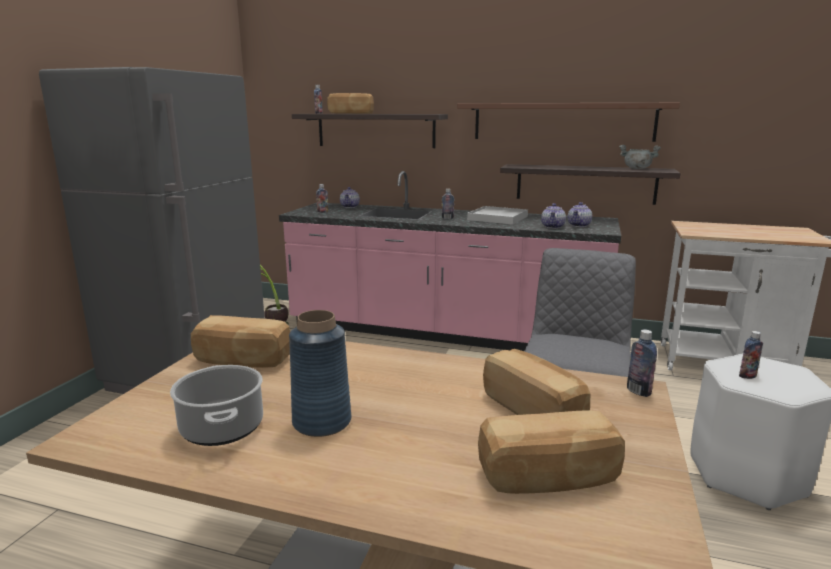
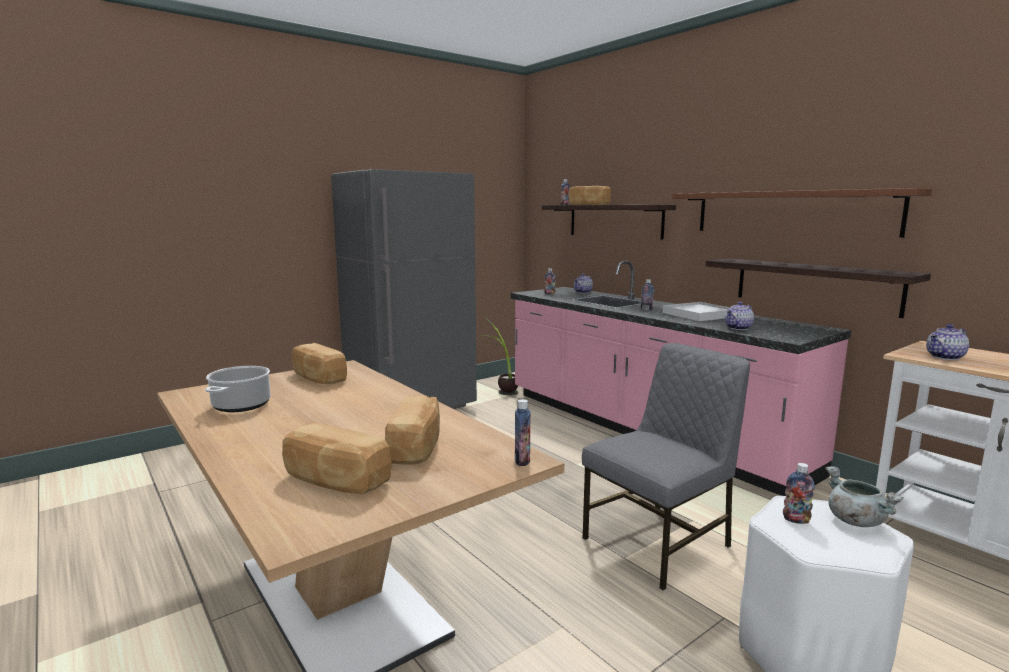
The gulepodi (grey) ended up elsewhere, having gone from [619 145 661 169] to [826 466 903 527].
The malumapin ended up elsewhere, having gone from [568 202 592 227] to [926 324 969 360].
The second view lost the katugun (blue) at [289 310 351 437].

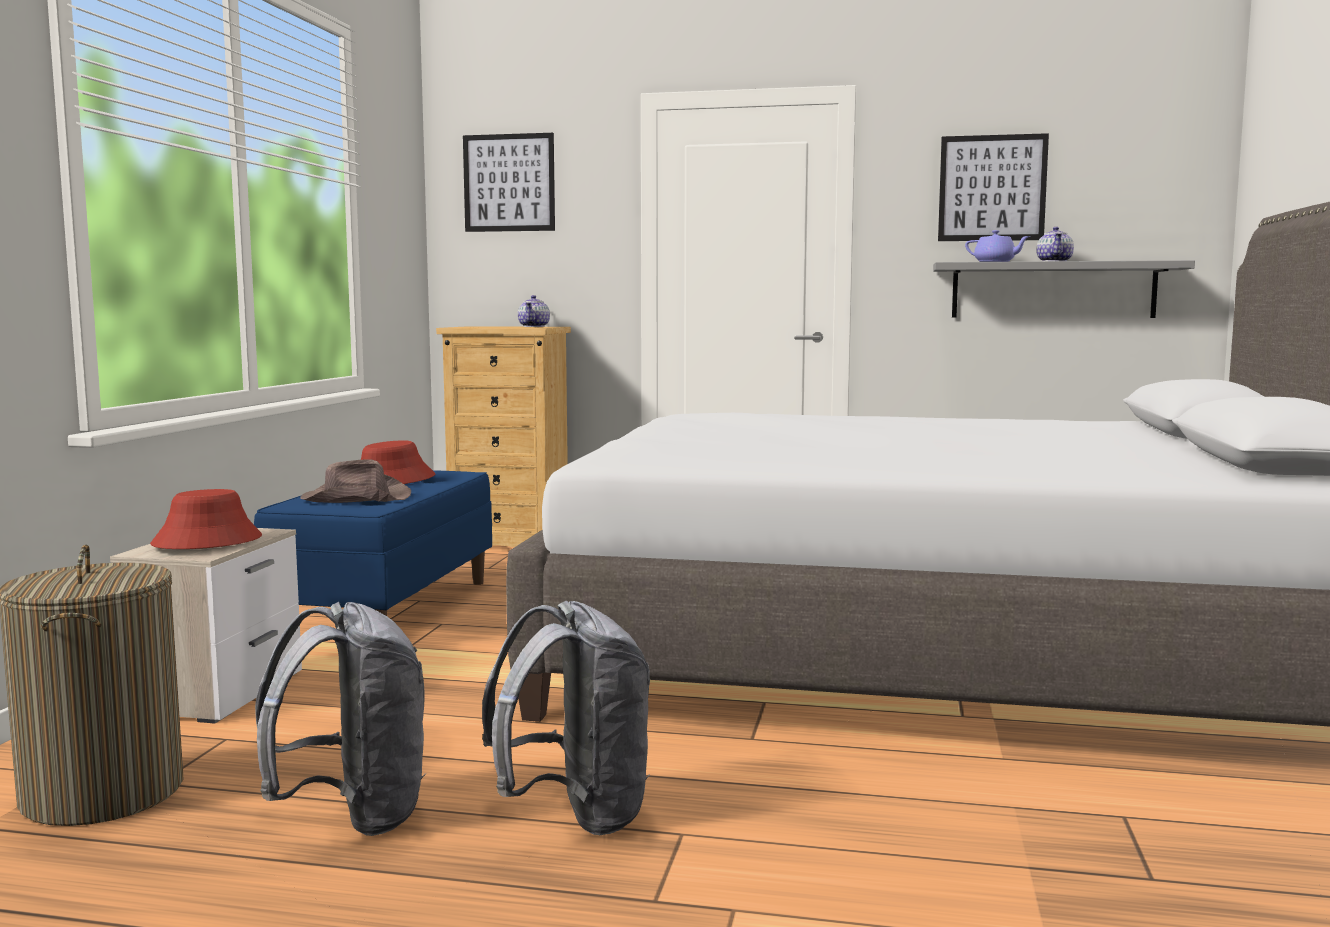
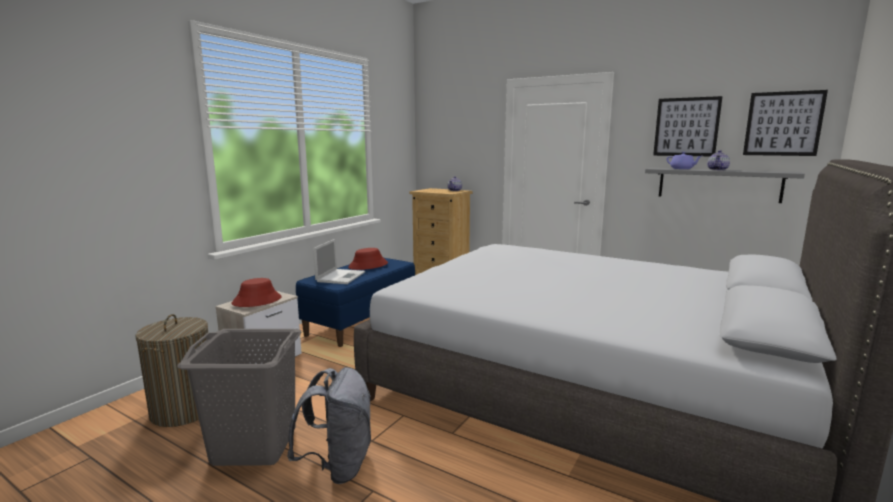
Where the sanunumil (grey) stood at [255 602 426 836], the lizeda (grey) came to stand at [177 329 301 466].
Where the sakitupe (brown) stood at [300 459 411 503], the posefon came to stand at [313 239 365 284].
The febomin ended up elsewhere, having gone from [463 133 555 232] to [743 90 828 156].

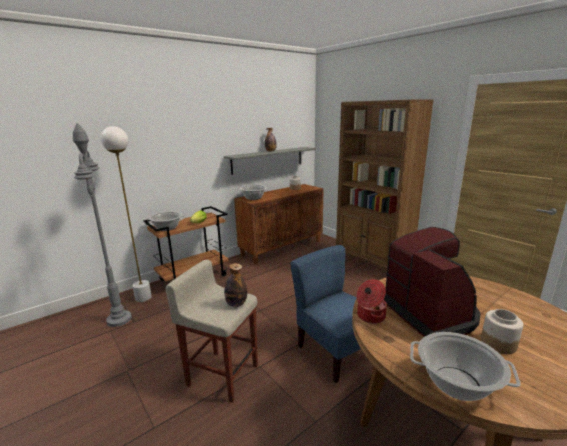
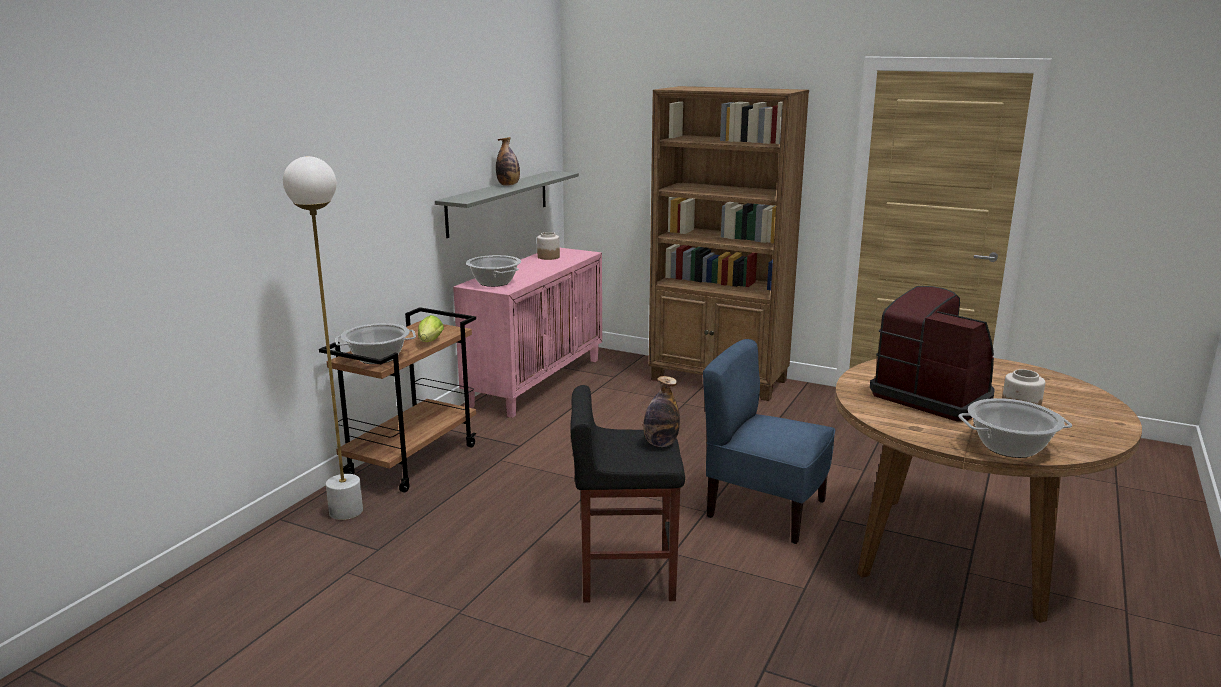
What was the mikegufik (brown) at [234 184 324 265] turned into the mikegufik (pink) at [453 248 602 418].
What was the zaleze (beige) at [165 260 258 403] turned into the zaleze (black) at [570 385 685 602].
The second view lost the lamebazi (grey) at [73 123 132 327].
The second view lost the gulepodi at [357 279 387 324].

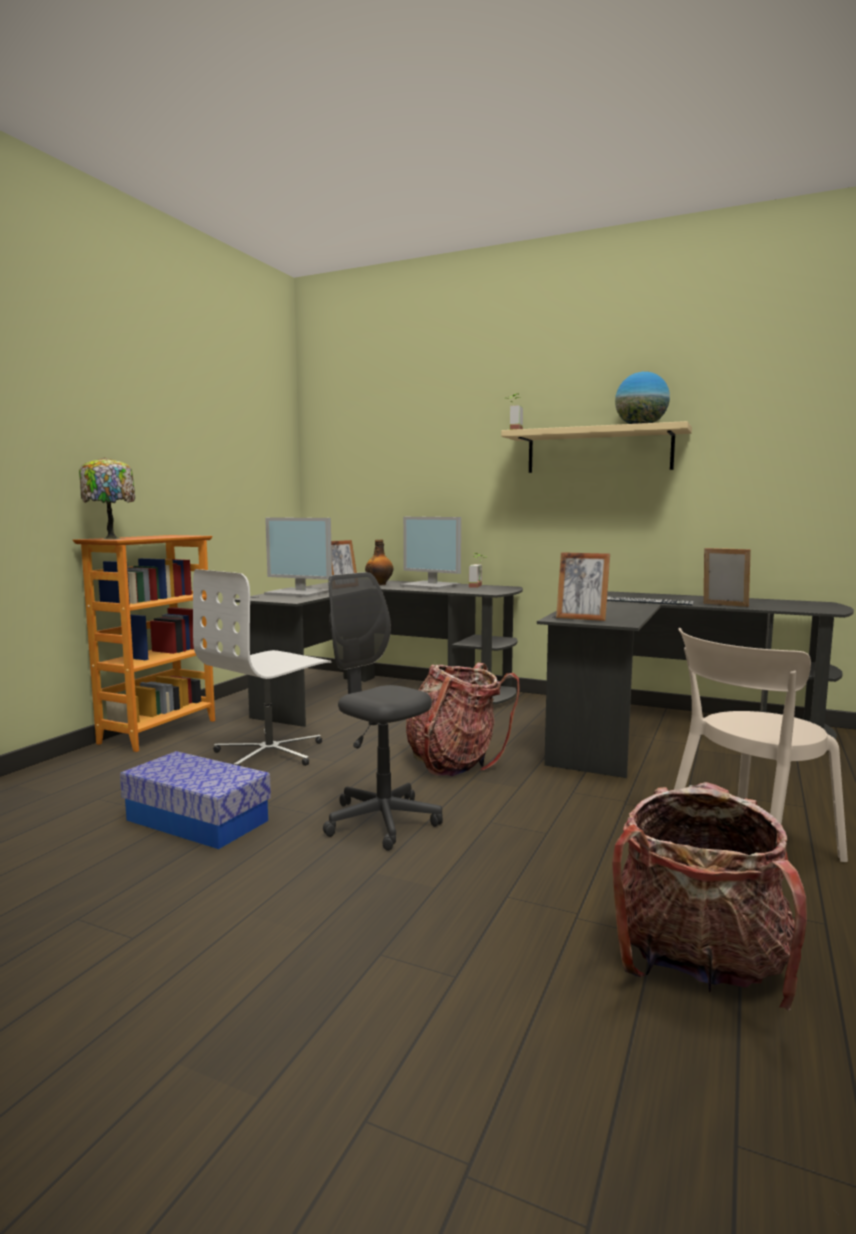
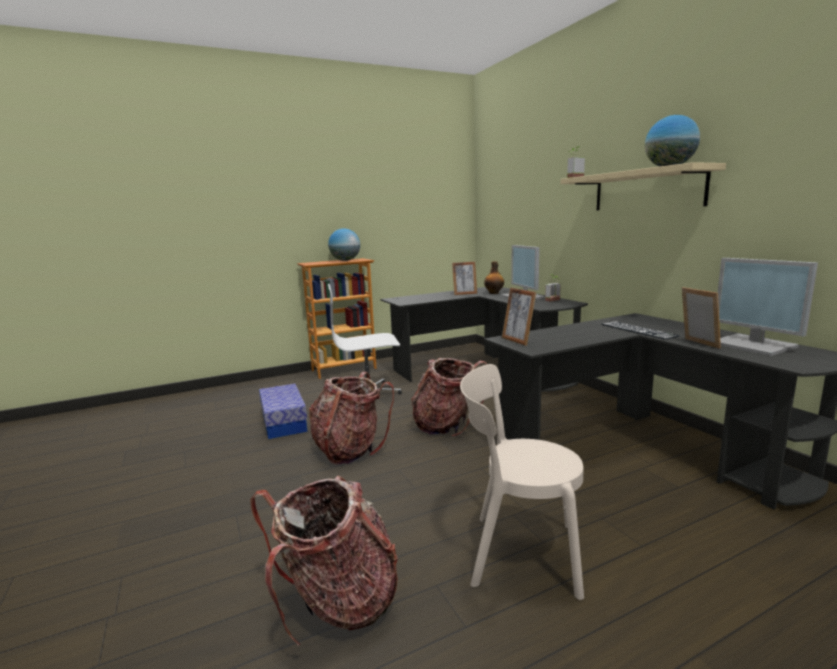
Where the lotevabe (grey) stood at [323 572 443 851], the sanunumil came to stand at [309 371 394 465].
The second view gained the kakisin at [328 228 360 261].
The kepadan ended up elsewhere, having gone from [264 517 332 597] to [718 258 818 356].
The second view lost the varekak at [79 457 135 540].

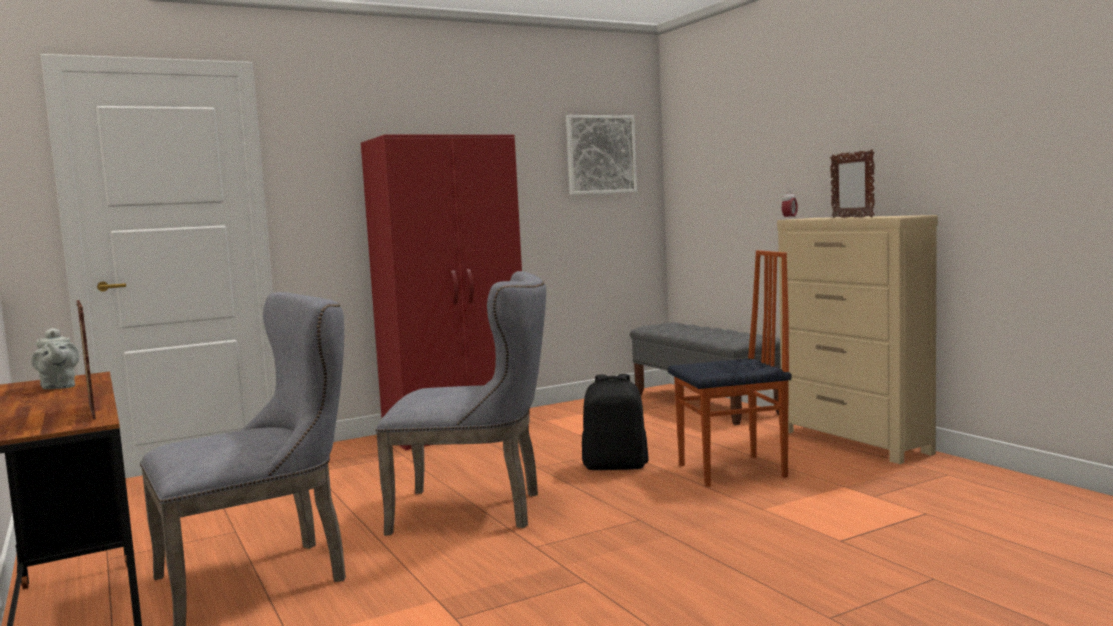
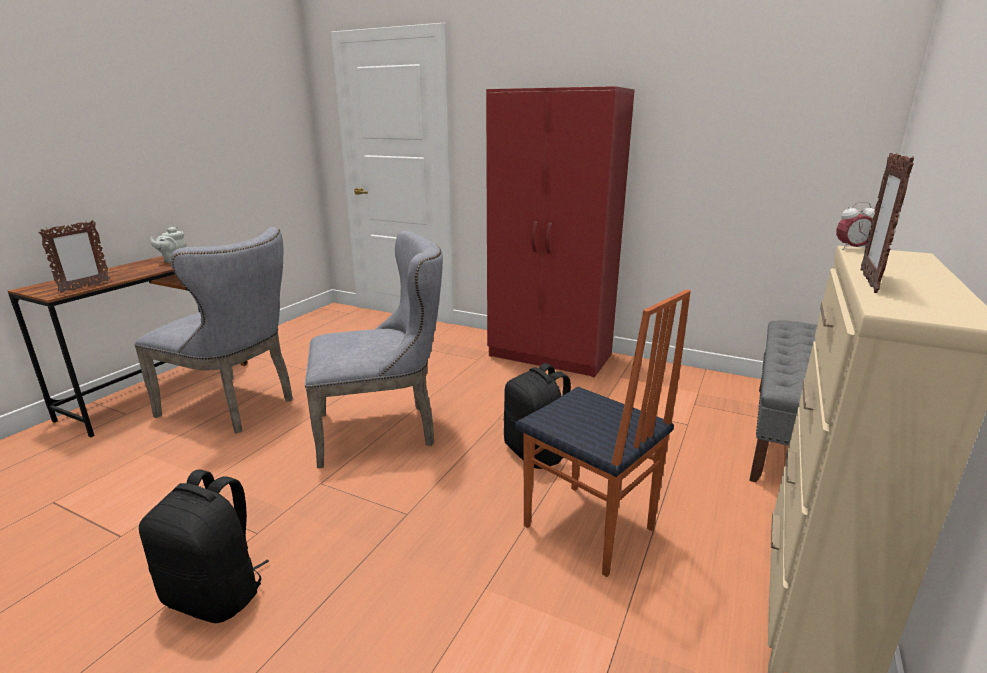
The second view gained the sanunumil (black) at [139 469 269 623].
The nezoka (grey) at [376 271 546 535] ended up facing another way, 75 degrees counterclockwise from before.
The second view lost the febomin at [566 115 637 195].

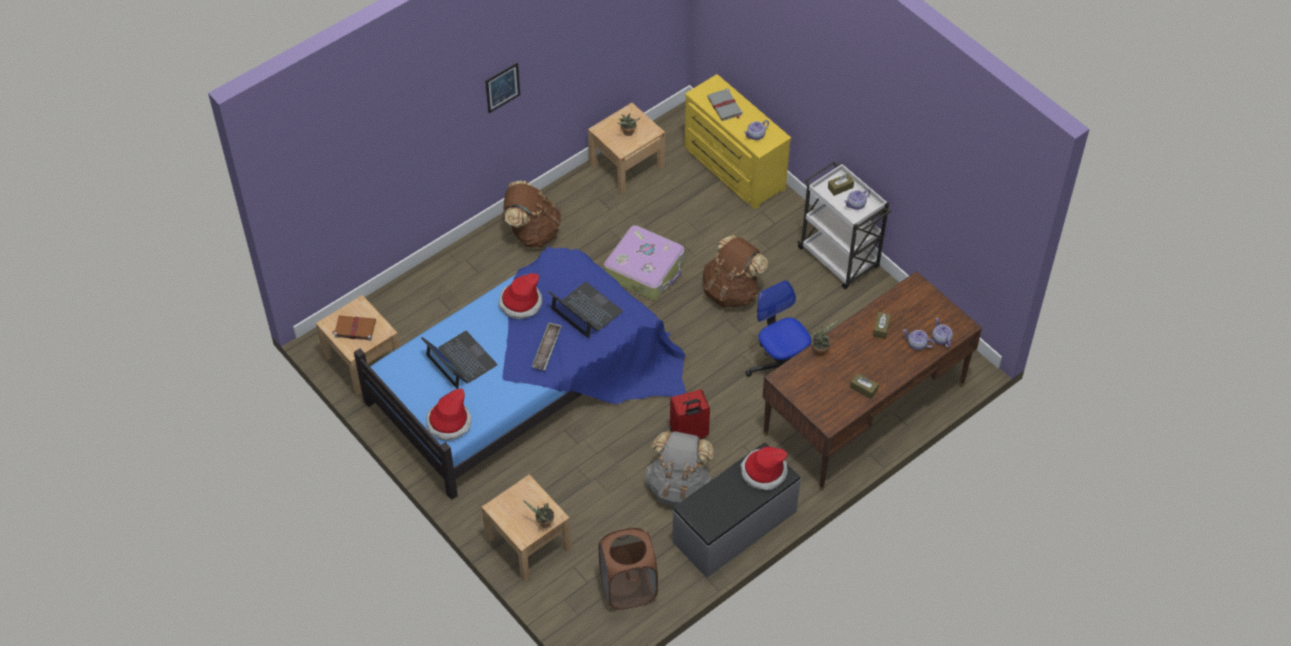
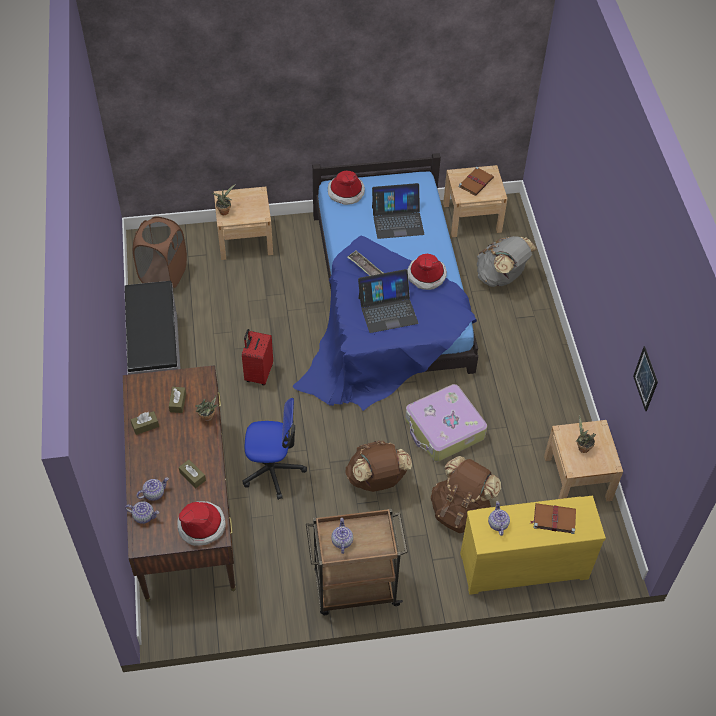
The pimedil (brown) ended up elsewhere, having gone from [828 173 854 196] to [169 387 186 413].
The sakitupe ended up elsewhere, having gone from [740 446 788 490] to [177 501 226 546].
What was the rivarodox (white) at [797 162 891 289] turned into the rivarodox (brown) at [306 509 408 615].
The sanunumil (brown) ended up elsewhere, having gone from [503 181 561 247] to [431 456 501 533].
The sanunumil (grey) ended up elsewhere, having gone from [645 431 714 506] to [477 236 537 287].
What was the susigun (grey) at [707 89 742 121] turned into the susigun (brown) at [531 503 576 534].
The febomin ended up elsewhere, having gone from [485 63 520 113] to [633 346 658 411].

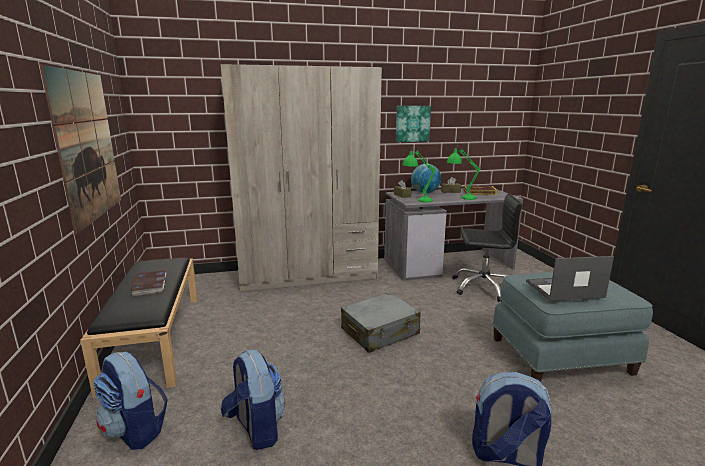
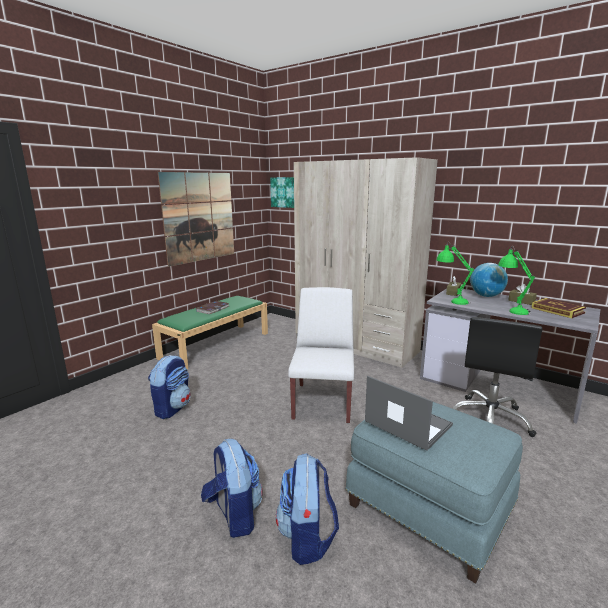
What was the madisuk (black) at [80 258 198 398] turned into the madisuk (green) at [152 296 268 370].
The febomin ended up elsewhere, having gone from [396 106 431 142] to [270 177 294 208].
The sanunumil ended up elsewhere, having gone from [93 352 168 450] to [276 453 339 565].
Where the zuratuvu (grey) stood at [341 292 421 353], the nezoka (white) came to stand at [288 287 354 423].
The lotevabe (black) at [452 193 522 302] ended up facing another way, 60 degrees clockwise from before.

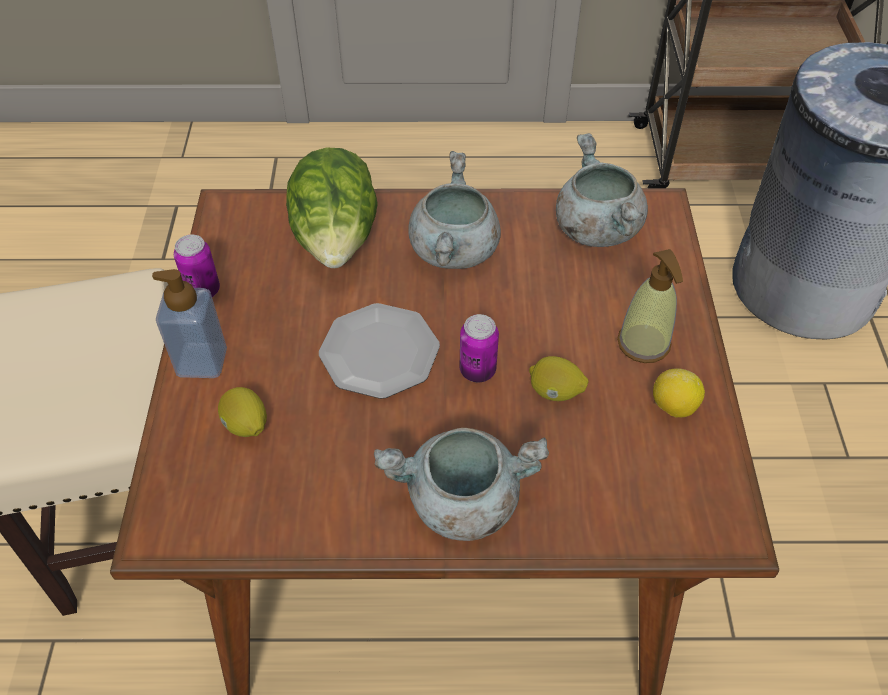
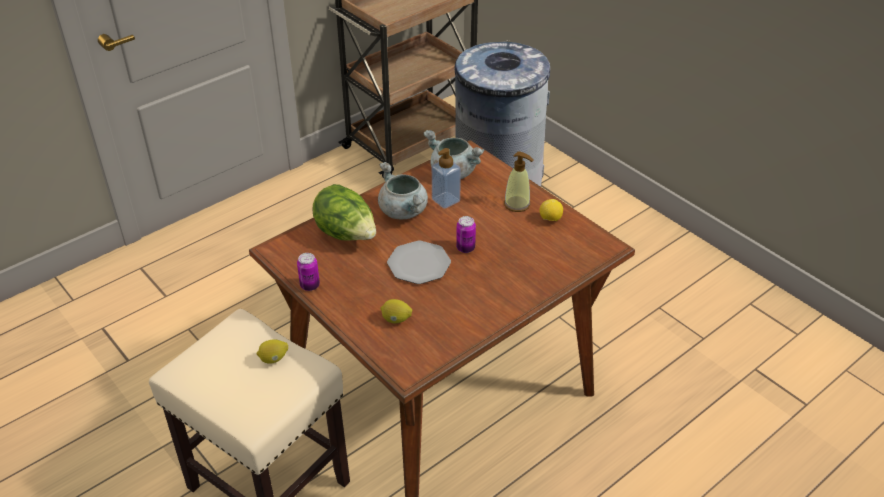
The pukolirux ended up elsewhere, having gone from [529 356 589 401] to [257 340 288 364].
The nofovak ended up elsewhere, having gone from [152 269 227 378] to [432 148 461 209].
The second view lost the gulepodi (grey) at [374 428 549 541].

